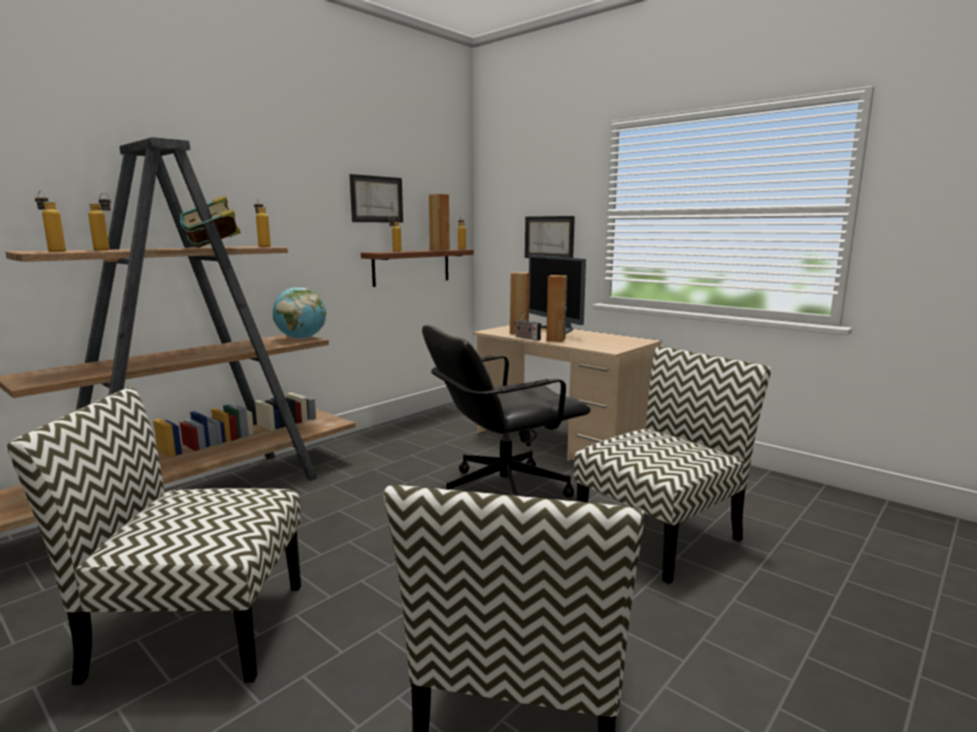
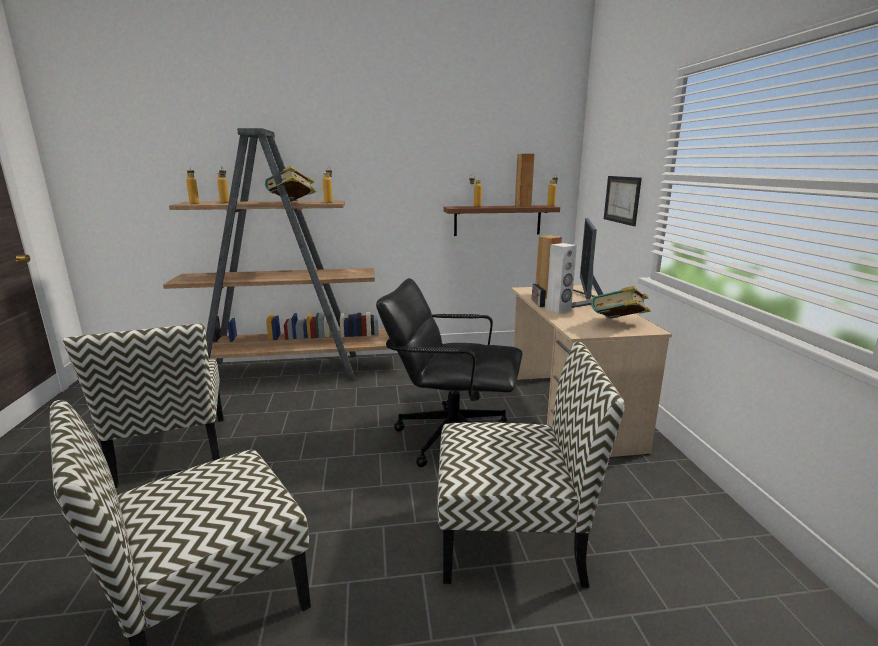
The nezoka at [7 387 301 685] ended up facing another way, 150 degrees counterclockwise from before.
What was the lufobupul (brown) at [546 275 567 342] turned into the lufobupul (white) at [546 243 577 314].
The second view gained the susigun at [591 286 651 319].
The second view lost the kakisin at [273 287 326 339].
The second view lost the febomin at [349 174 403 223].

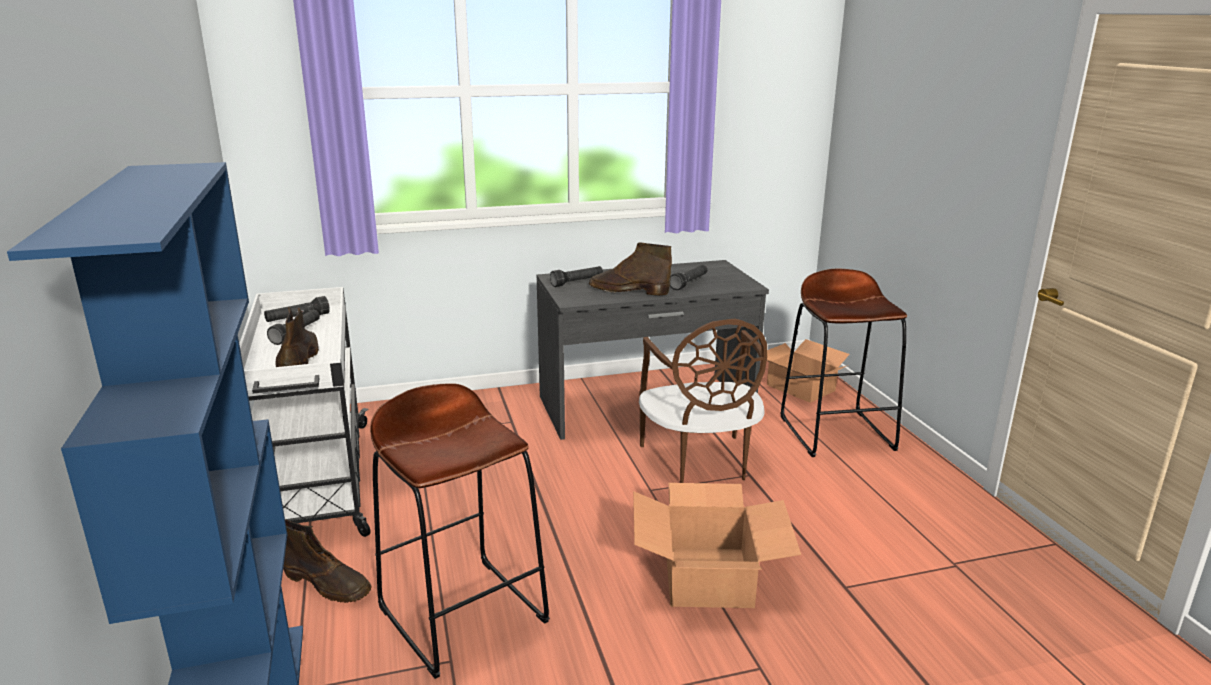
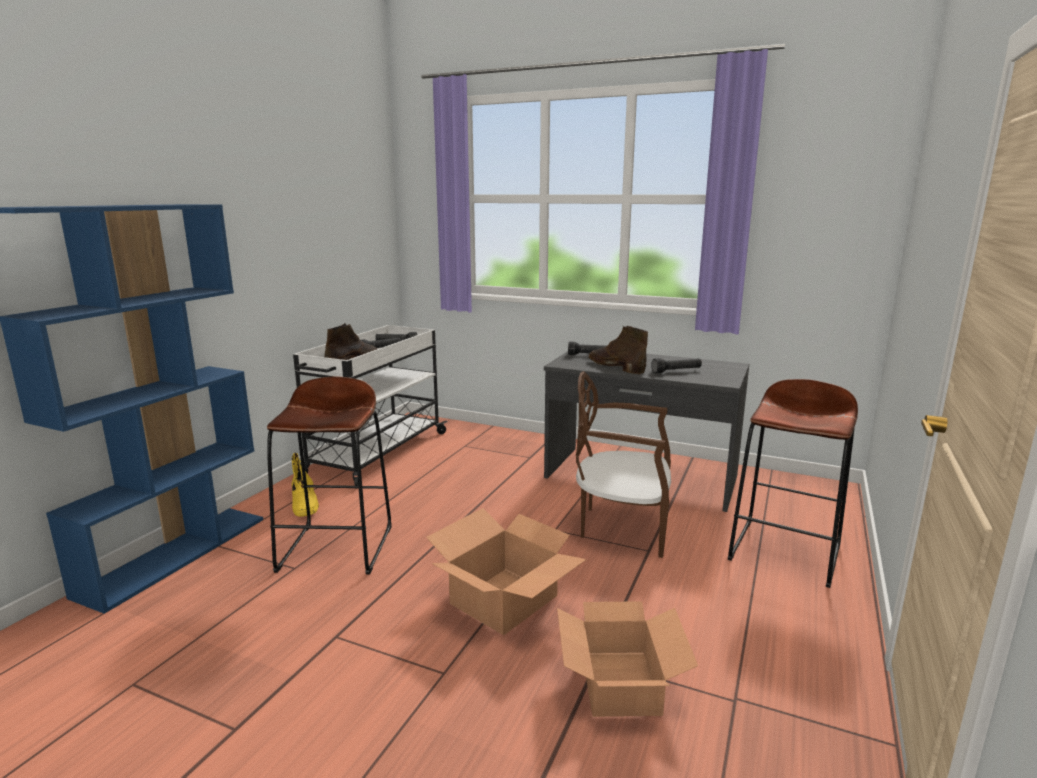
What was the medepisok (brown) at [283 519 372 603] turned into the medepisok (yellow) at [292 453 319 517].
The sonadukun ended up elsewhere, having gone from [767 339 849 403] to [557 601 698 717].
The nezoka (brown) at [639 318 767 483] ended up facing another way, 75 degrees clockwise from before.

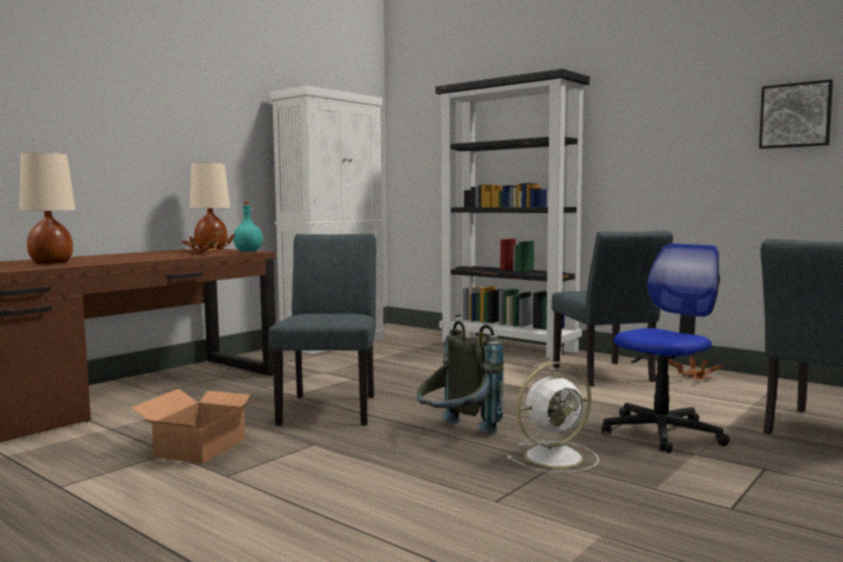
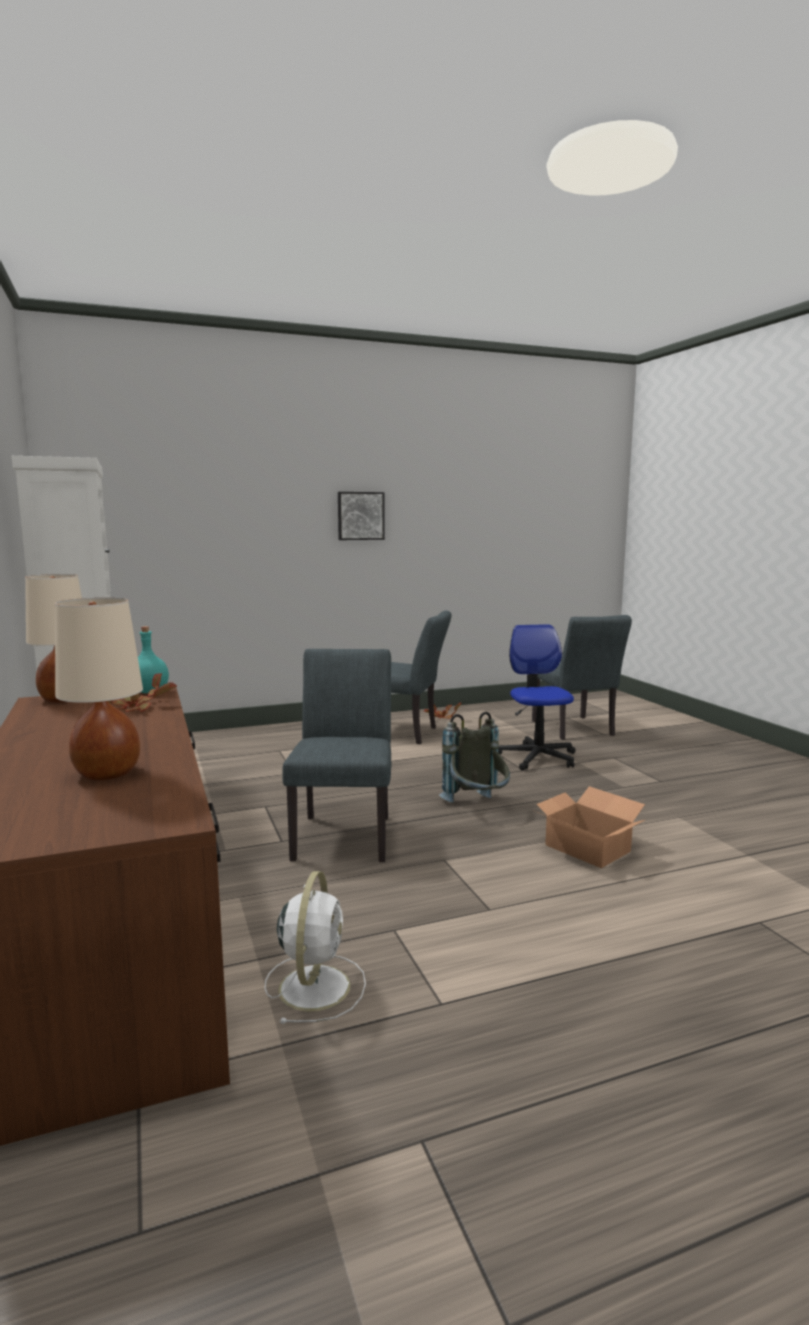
The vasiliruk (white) ended up elsewhere, having gone from [507 362 599 473] to [265 871 366 1024].
The nezoka (grey) at [269 234 376 425] ended up facing another way, 60 degrees clockwise from before.
The febomin ended up elsewhere, having gone from [759 79 833 149] to [338 492 385 540].
The sonadukun ended up elsewhere, having gone from [131 389 263 464] to [535 786 645 868].
The second view lost the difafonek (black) at [435 69 590 359].

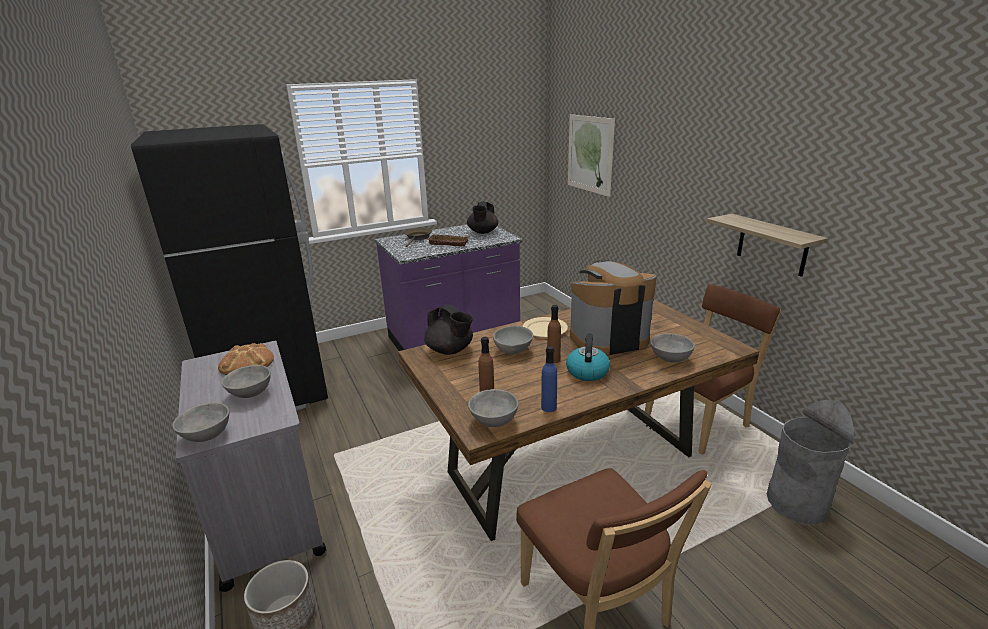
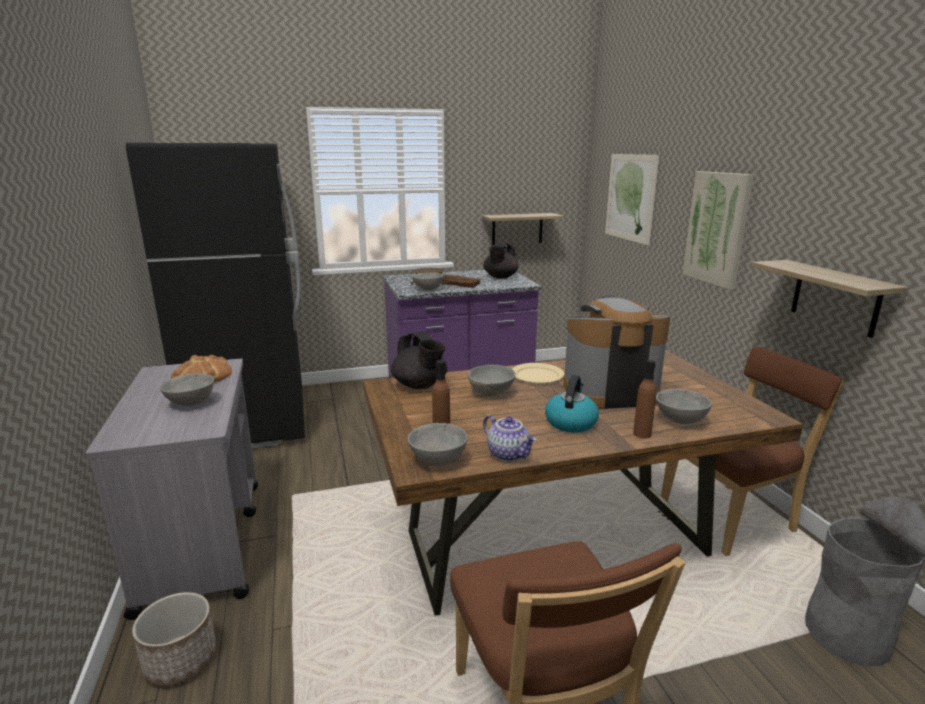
The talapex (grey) ended up elsewhere, having gone from [172 403 229 442] to [412 272 443 290].
The second view gained the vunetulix at [482 213 564 245].
Where the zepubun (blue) stood at [541 346 557 412], the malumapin came to stand at [483 415 537 461].
The zepubun (brown) ended up elsewhere, having gone from [547 305 561 363] to [633 360 657 438].
The second view gained the febomin at [682 171 754 290].

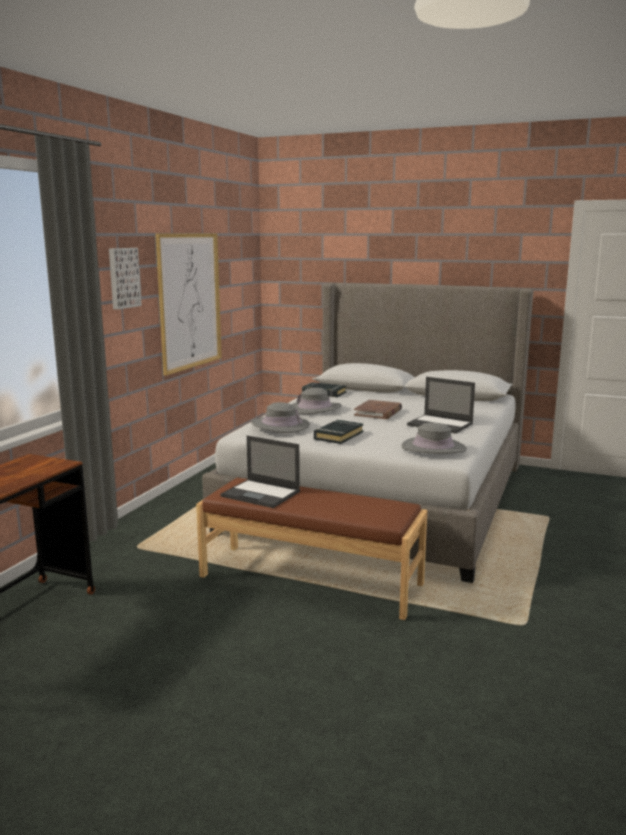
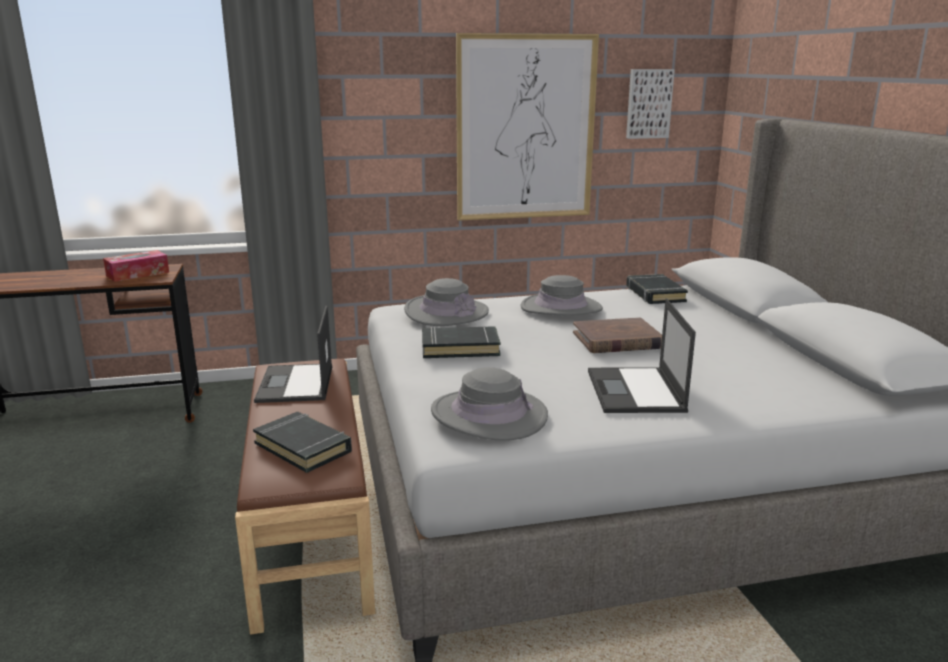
The second view gained the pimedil at [103 250 169 282].
The second view gained the susigun (black) at [253 412 352 473].
The febomin ended up elsewhere, having gone from [109 248 142 310] to [626 69 675 139].

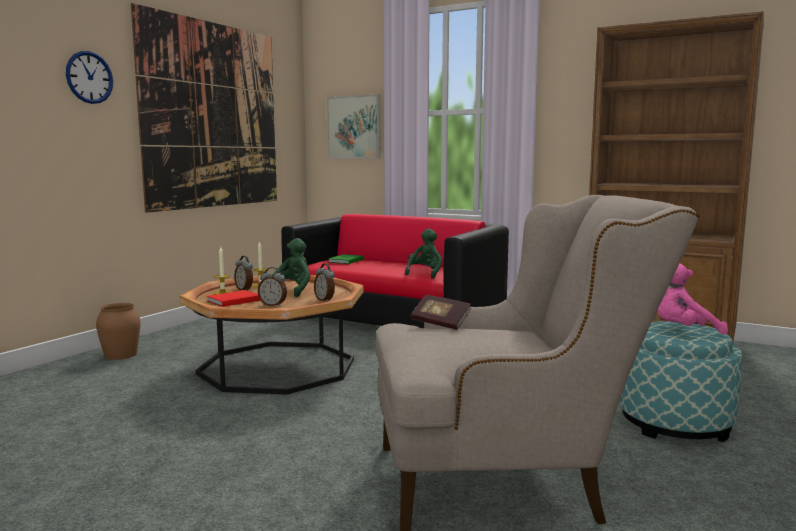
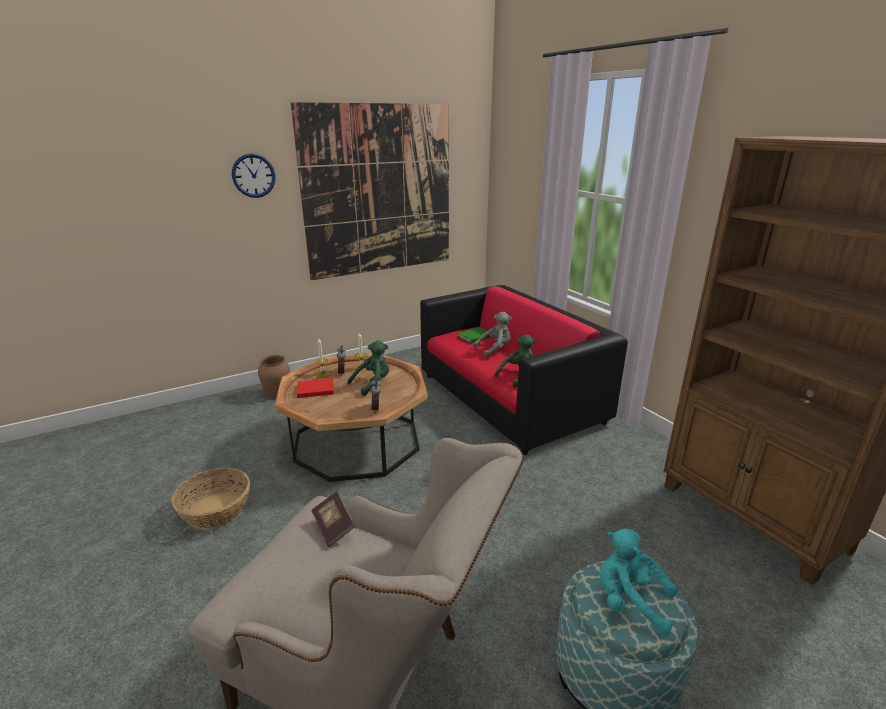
The second view gained the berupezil at [171 468 250 529].
The second view gained the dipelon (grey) at [473 312 512 358].
What was the dipelon (pink) at [657 263 728 335] turned into the dipelon (turquoise) at [600 529 677 635].
The second view lost the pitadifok at [258 267 287 307].
The second view lost the febomin at [327 94 380 158].

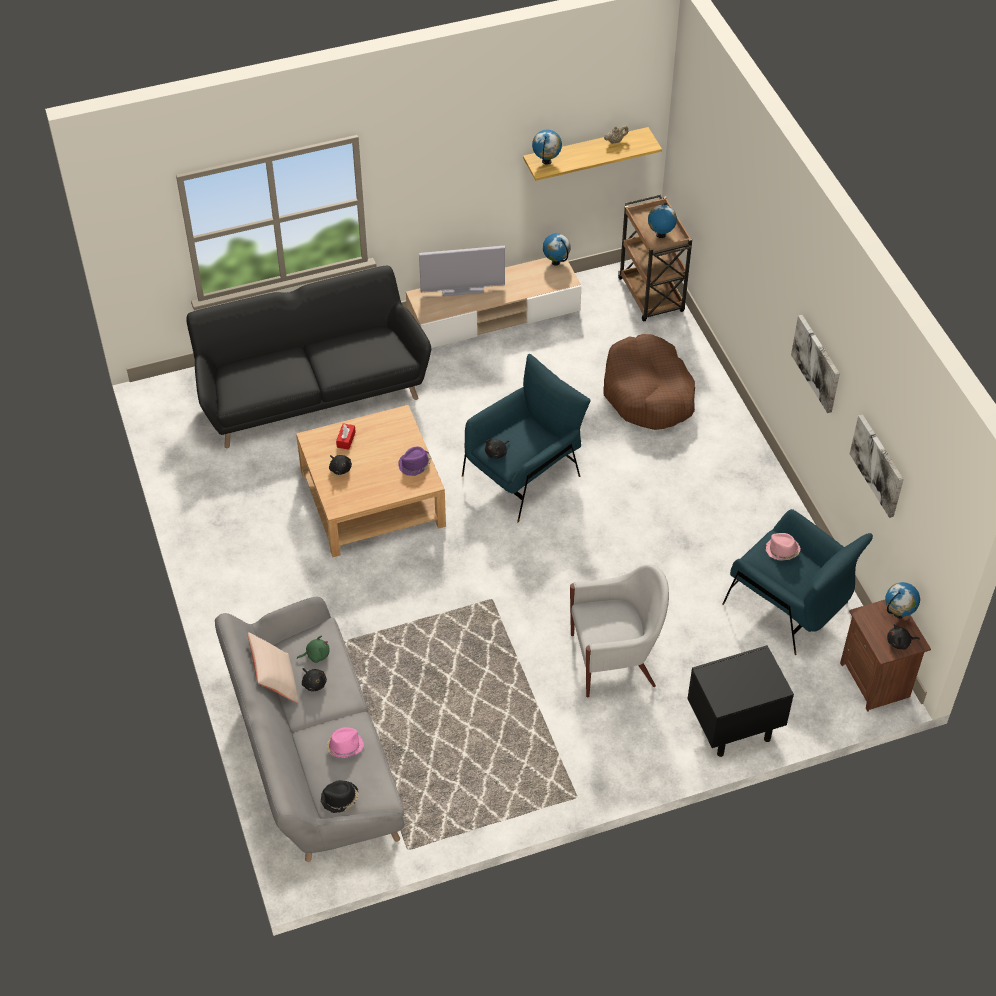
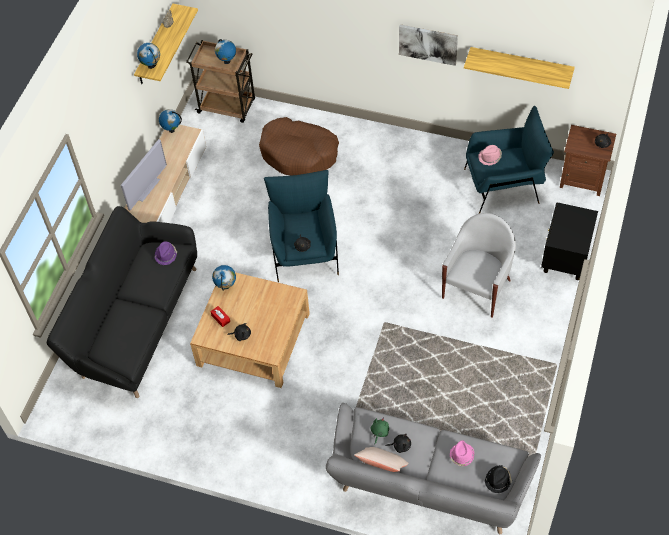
The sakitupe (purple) ended up elsewhere, having gone from [398 447 431 476] to [154 241 177 265].
The kakisin ended up elsewhere, having gone from [885 582 920 618] to [212 265 236 291].
Where the febomin hung at [850 414 904 518], the vunetulix came to hang at [464 47 575 89].

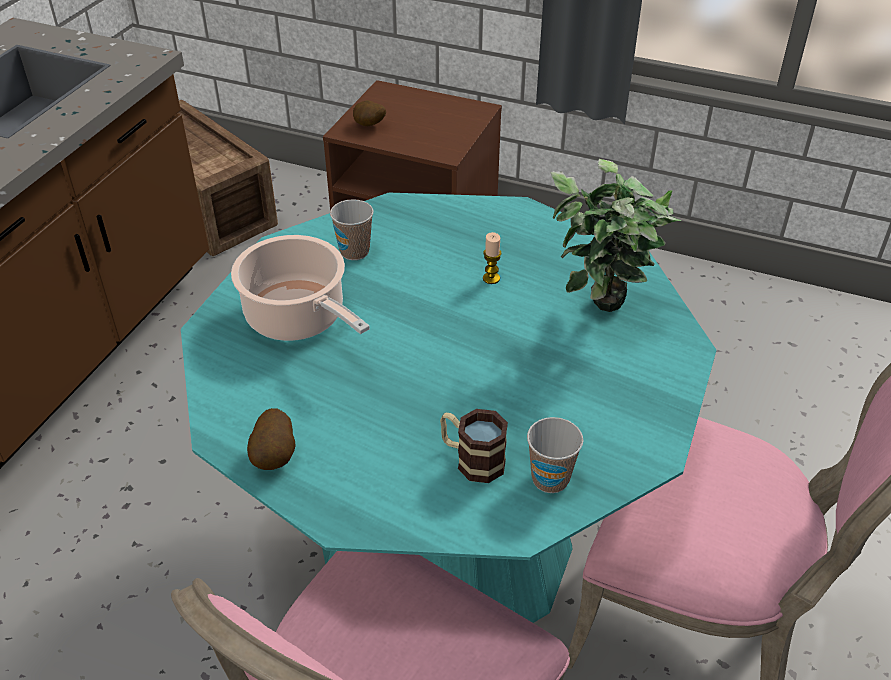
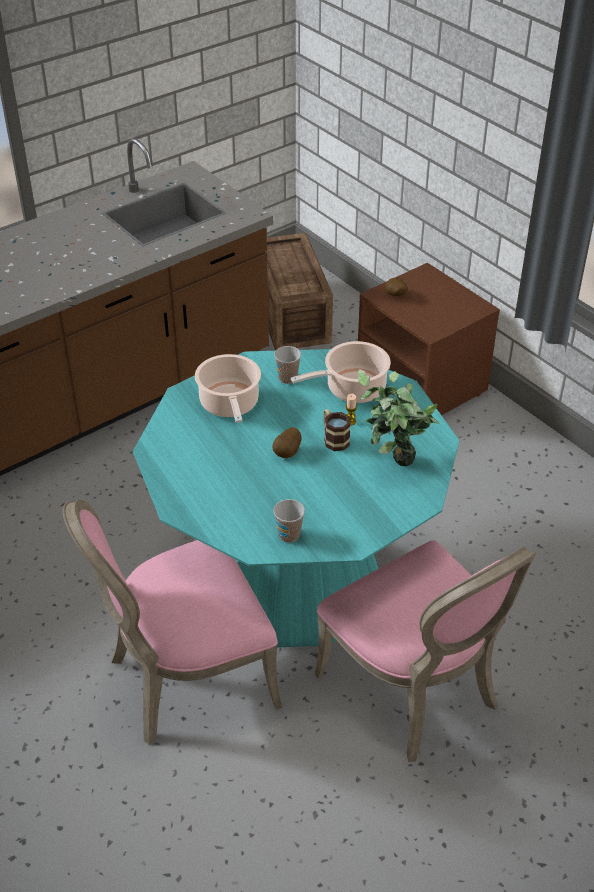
The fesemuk ended up elsewhere, having gone from [247 408 296 470] to [272 427 302 458].
The second view gained the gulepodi at [291 341 391 403].
The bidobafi ended up elsewhere, having gone from [440 409 508 483] to [324 409 351 451].

